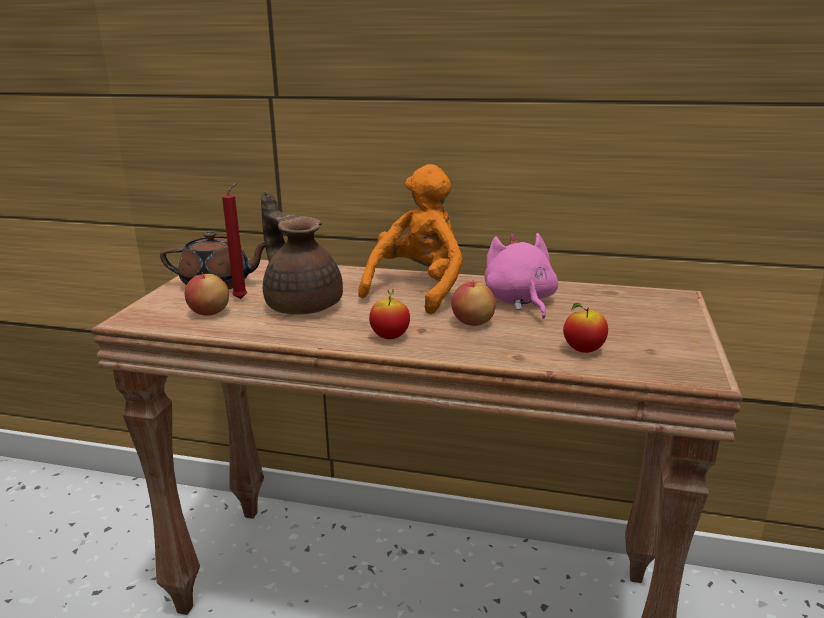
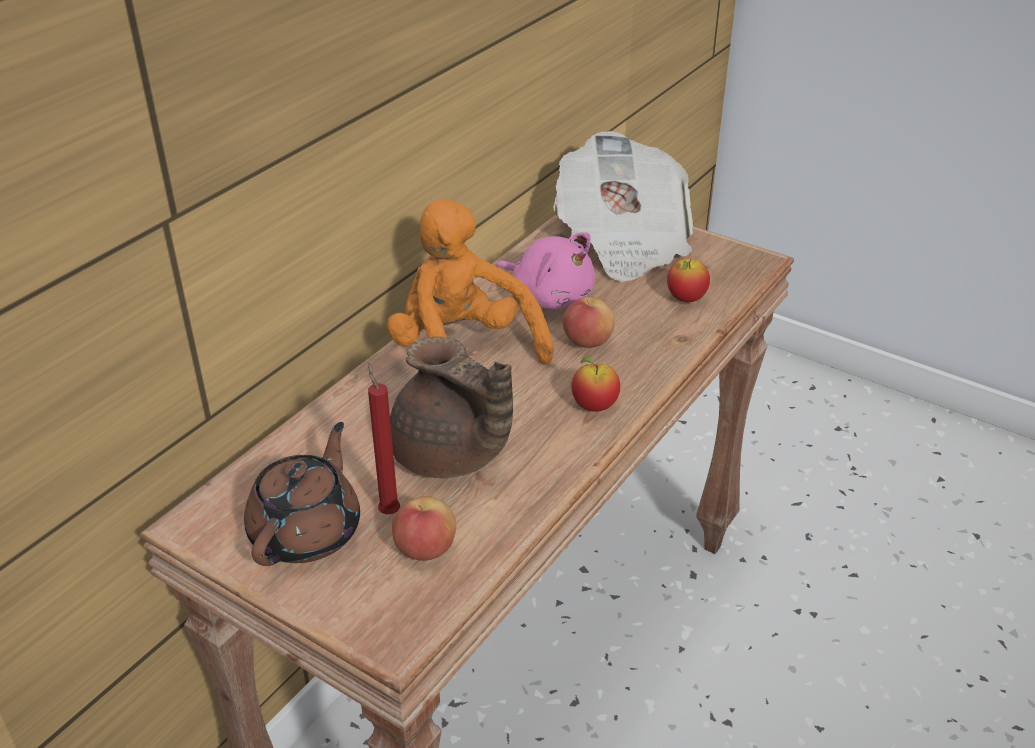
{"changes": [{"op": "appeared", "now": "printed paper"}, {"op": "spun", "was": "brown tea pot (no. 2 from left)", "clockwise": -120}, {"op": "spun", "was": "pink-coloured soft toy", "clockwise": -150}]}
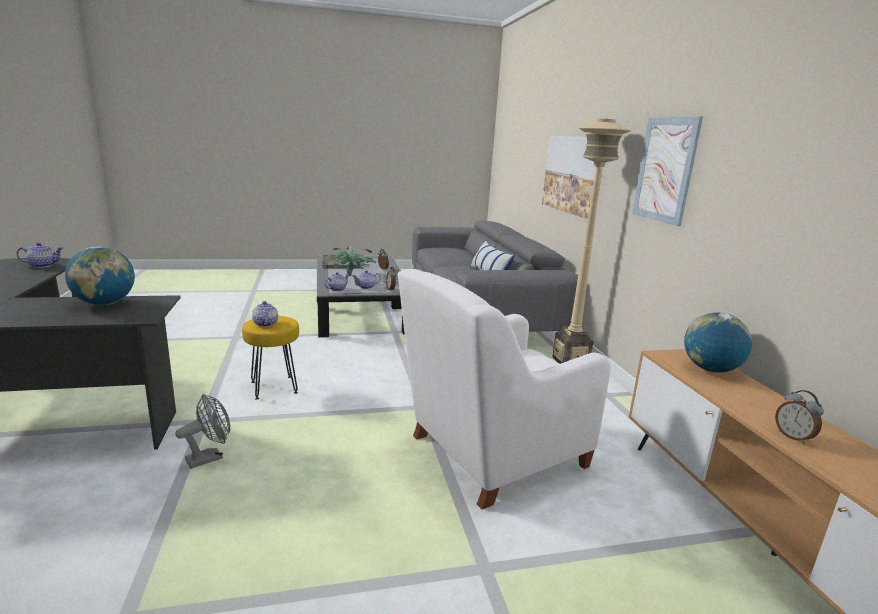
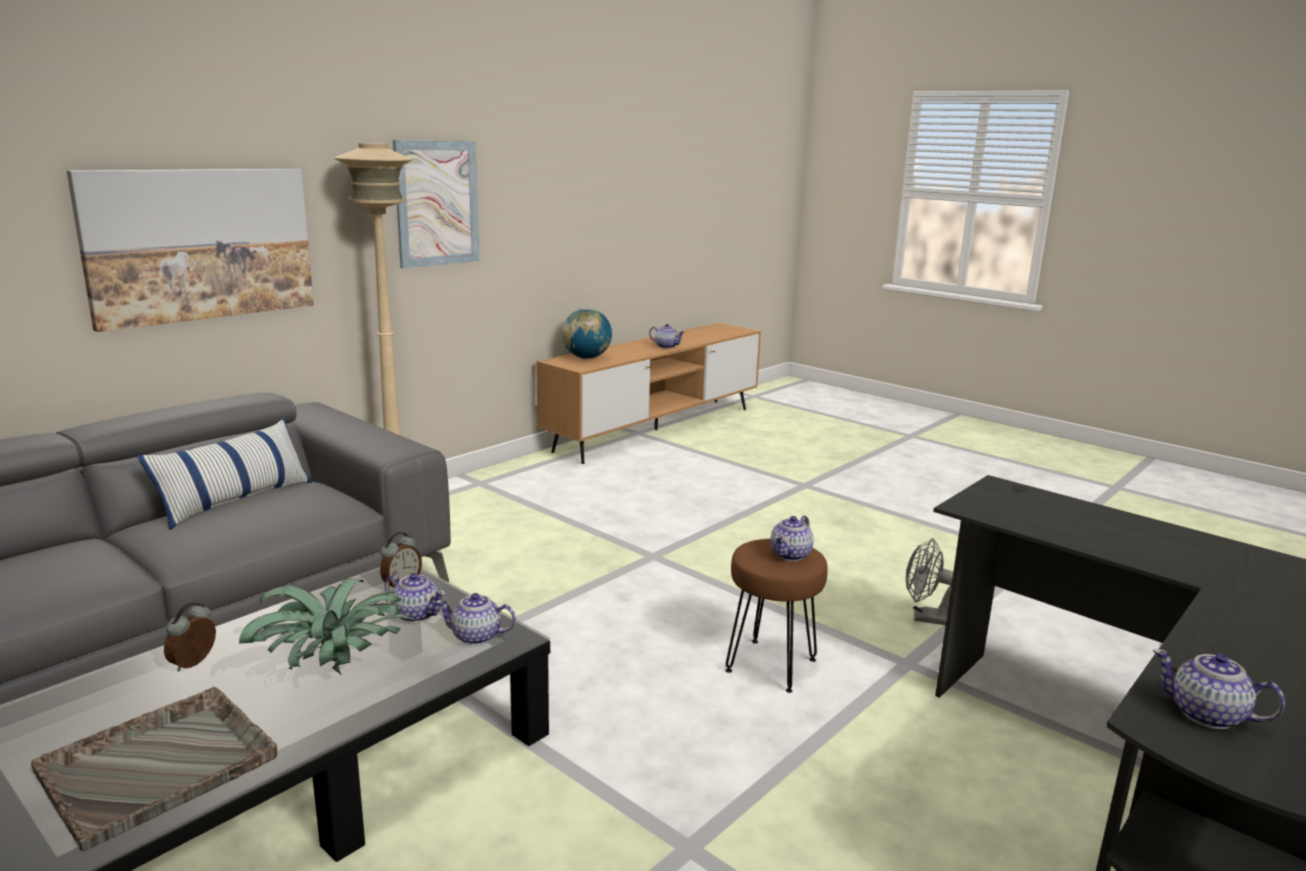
{"changes": [{"op": "missing", "was": "desk globe (no. 1 from left)"}, {"op": "missing", "was": "whitish armchair"}, {"op": "exchanged", "was": "bedside clock (no. 3 from left)", "now": "tea pot (no. 3 from left)"}, {"op": "colour", "was": "yellowish sitting stool", "now": "brown sitting stool"}]}
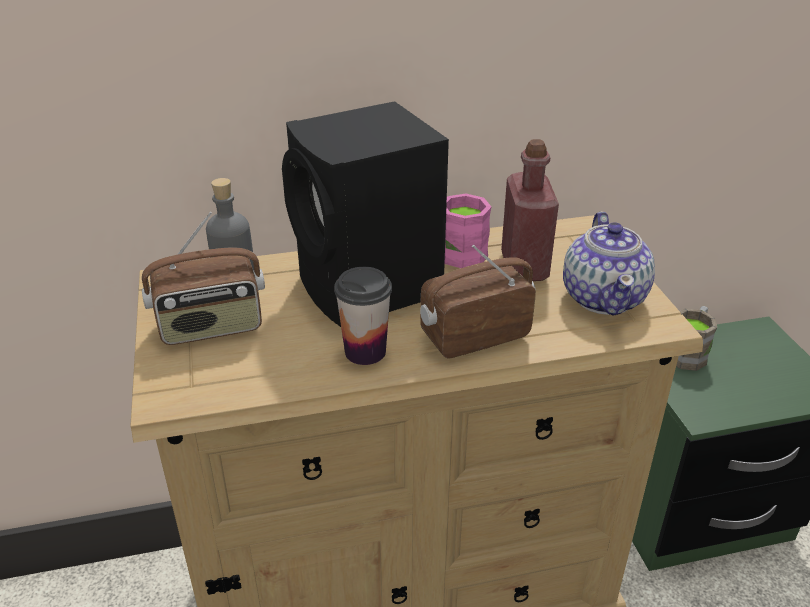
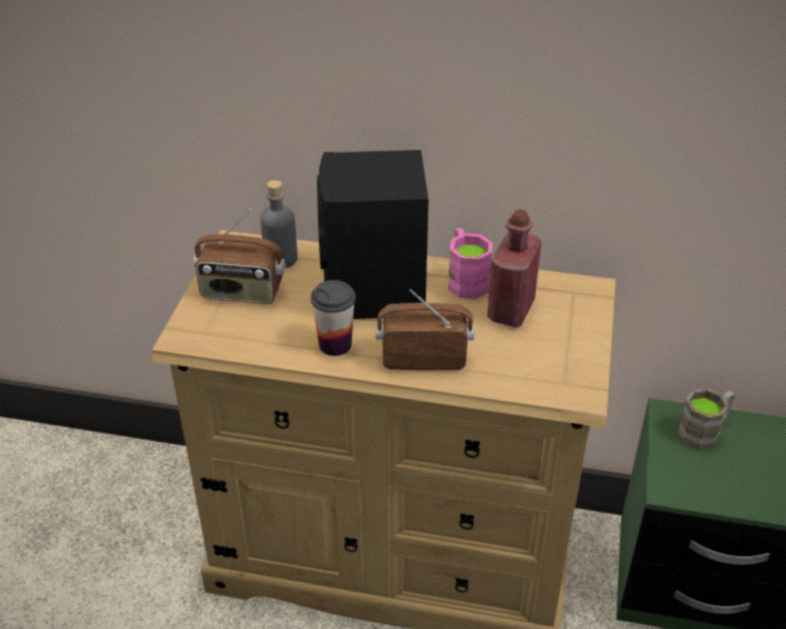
{"changes": [{"op": "missing", "was": "tea pot"}]}
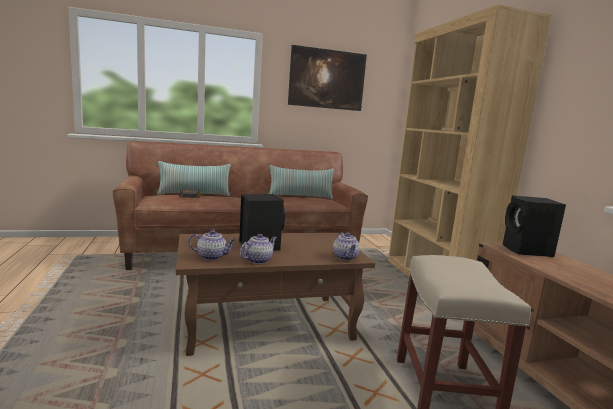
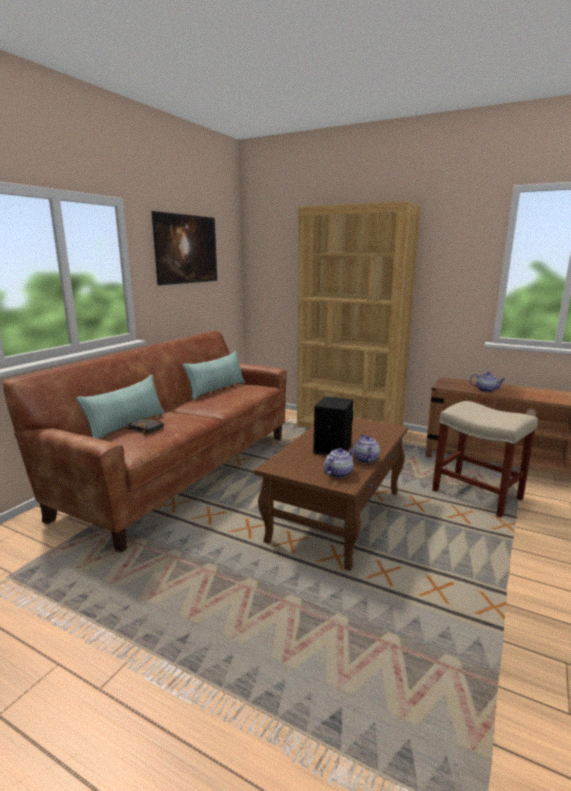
{"changes": [{"op": "missing", "was": "black audio speaker (no. 2 from left)"}, {"op": "relocated", "was": "tea pot (no. 3 from left)"}]}
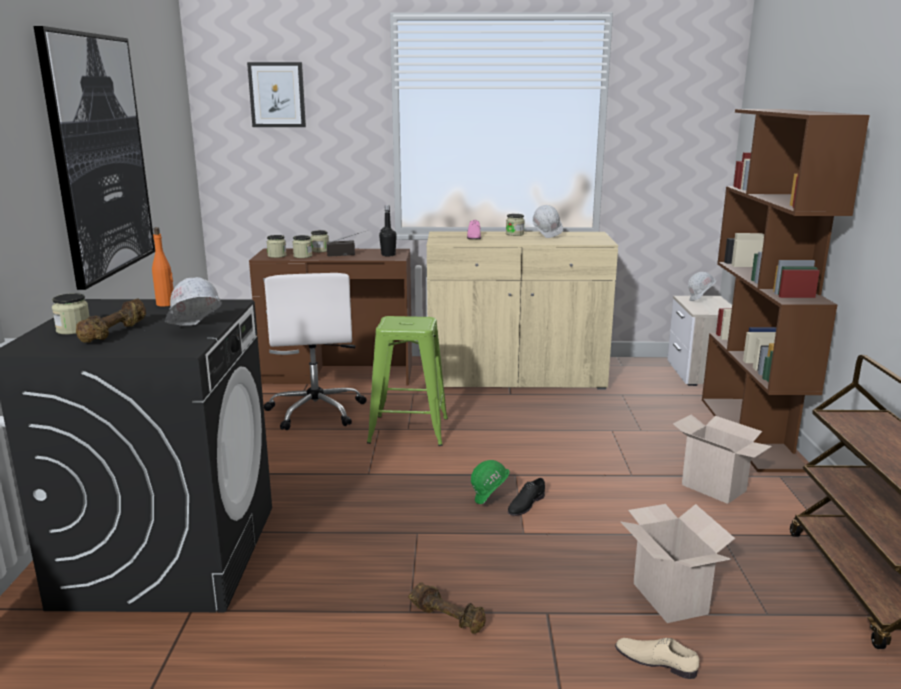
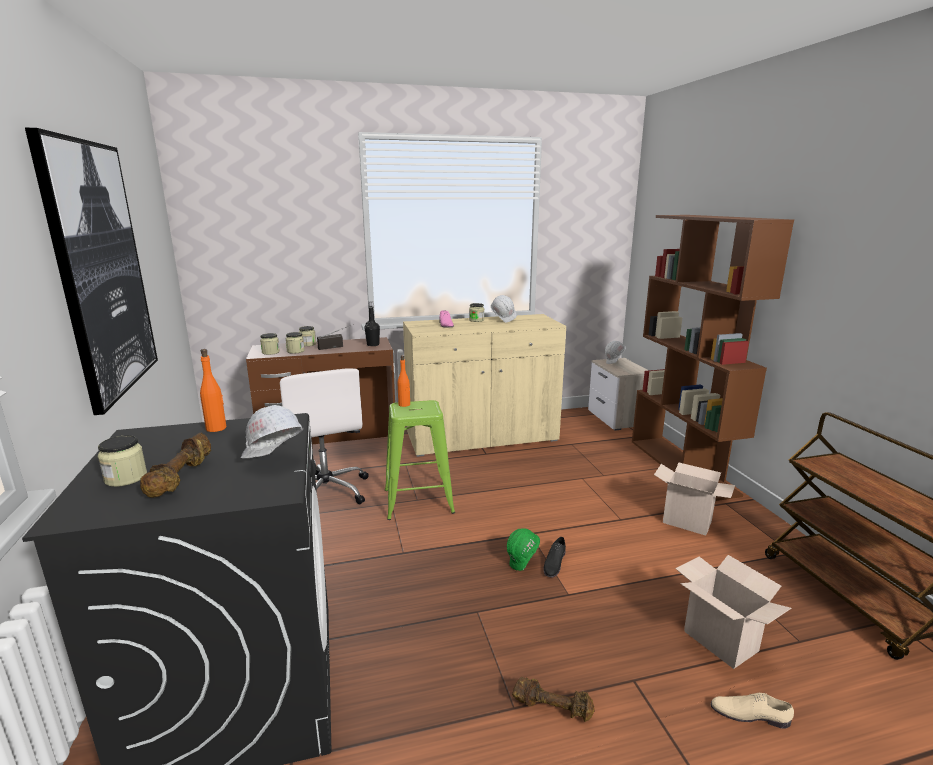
{"changes": [{"op": "missing", "was": "picture (no. 2 from left)"}, {"op": "appeared", "now": "orange-coloured beverage bottle (no. 2 from left)"}]}
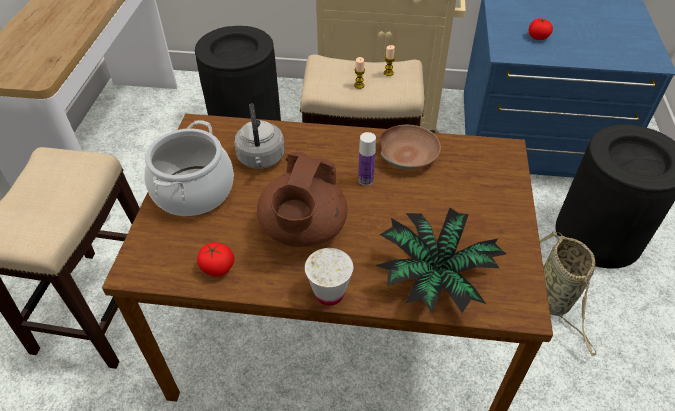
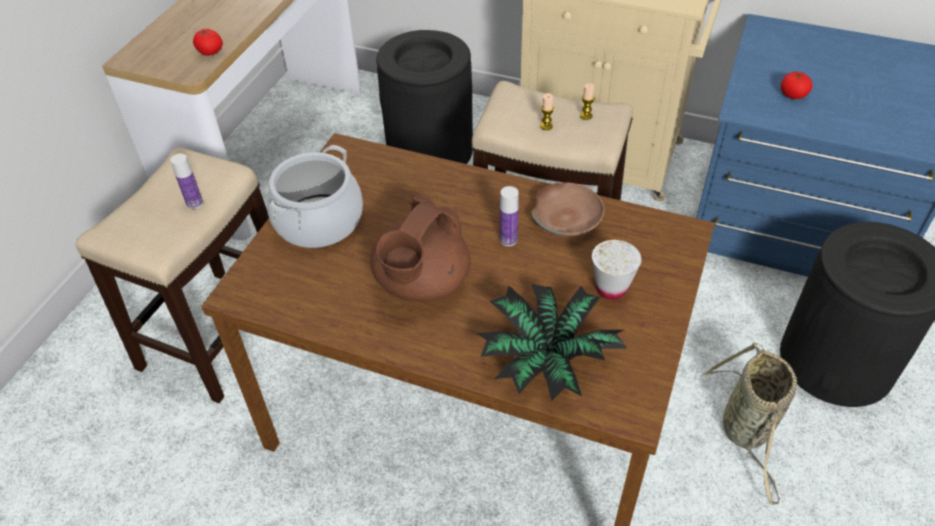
{"changes": [{"op": "missing", "was": "gray tea kettle"}, {"op": "appeared", "now": "beverage bottle (no. 1 from left)"}, {"op": "relocated", "was": "tomato (no. 1 from left)"}, {"op": "relocated", "was": "whitish small cup"}]}
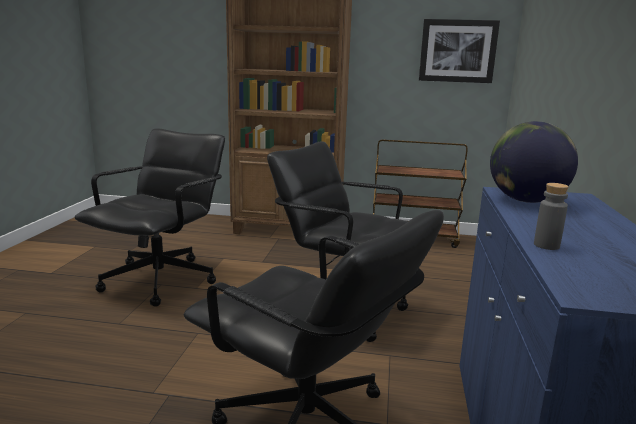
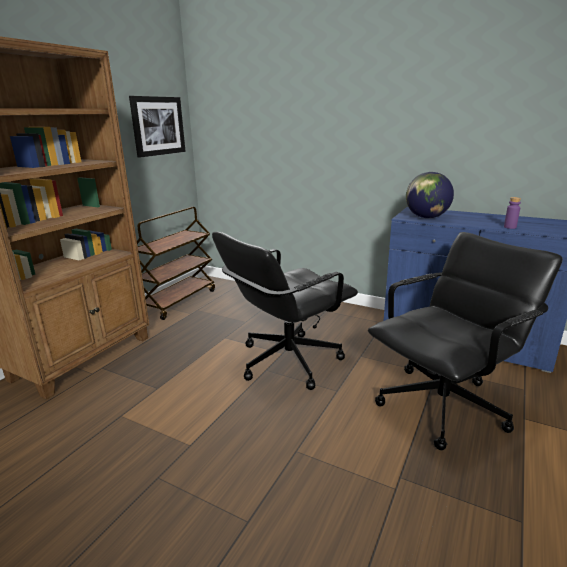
{"changes": [{"op": "missing", "was": "black office chair (no. 1 from left)"}, {"op": "colour", "was": "gray beverage bottle", "now": "purple-coloured beverage bottle"}]}
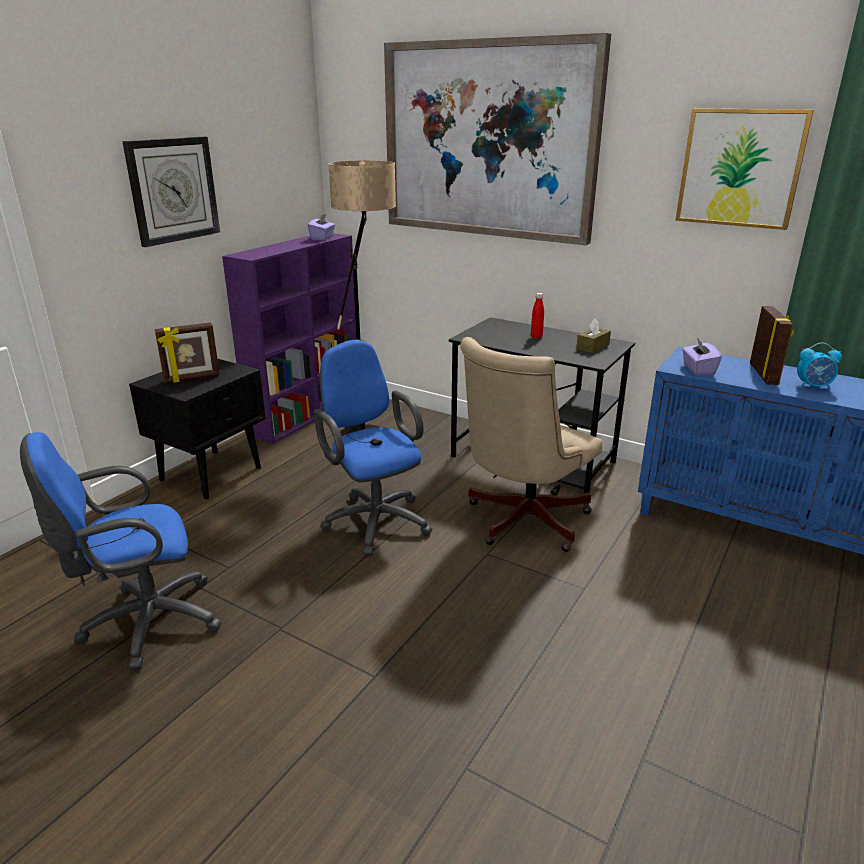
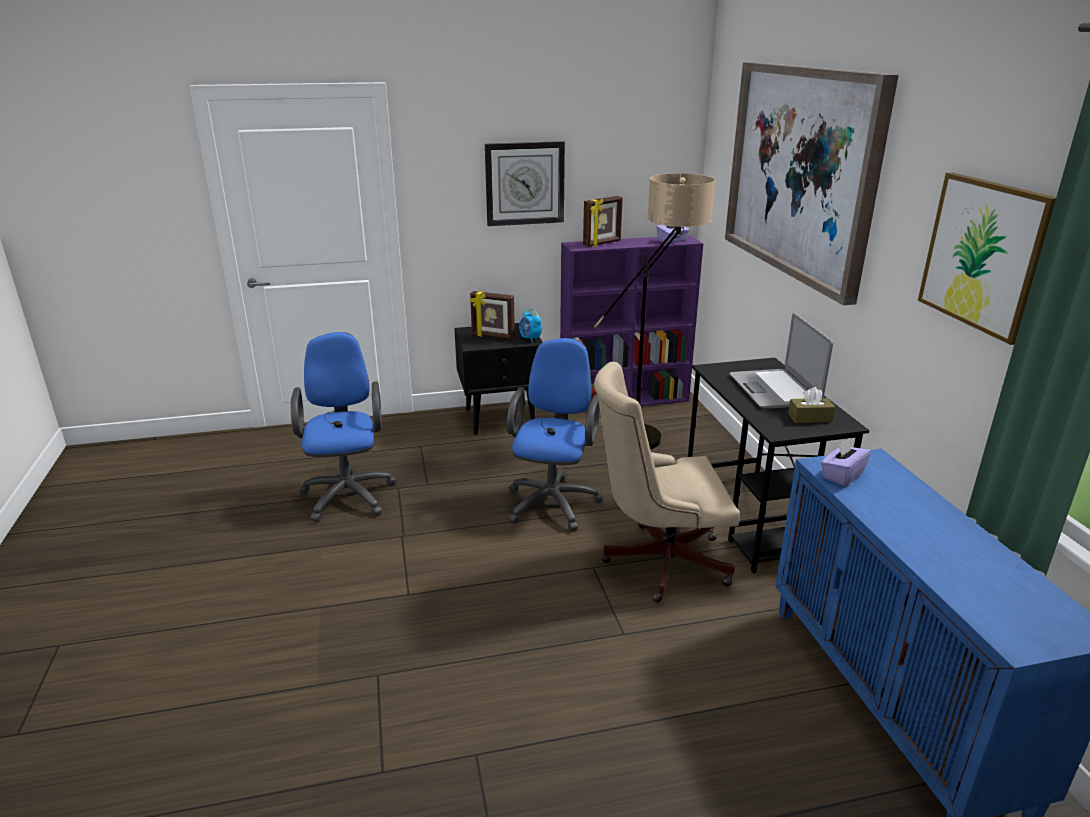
{"changes": [{"op": "relocated", "was": "picture frame (no. 2 from left)"}, {"op": "relocated", "was": "bedside clock"}, {"op": "exchanged", "was": "reddish beverage bottle", "now": "laptop"}, {"op": "spun", "was": "blue office chair (no. 1 from left)", "clockwise": 60}]}
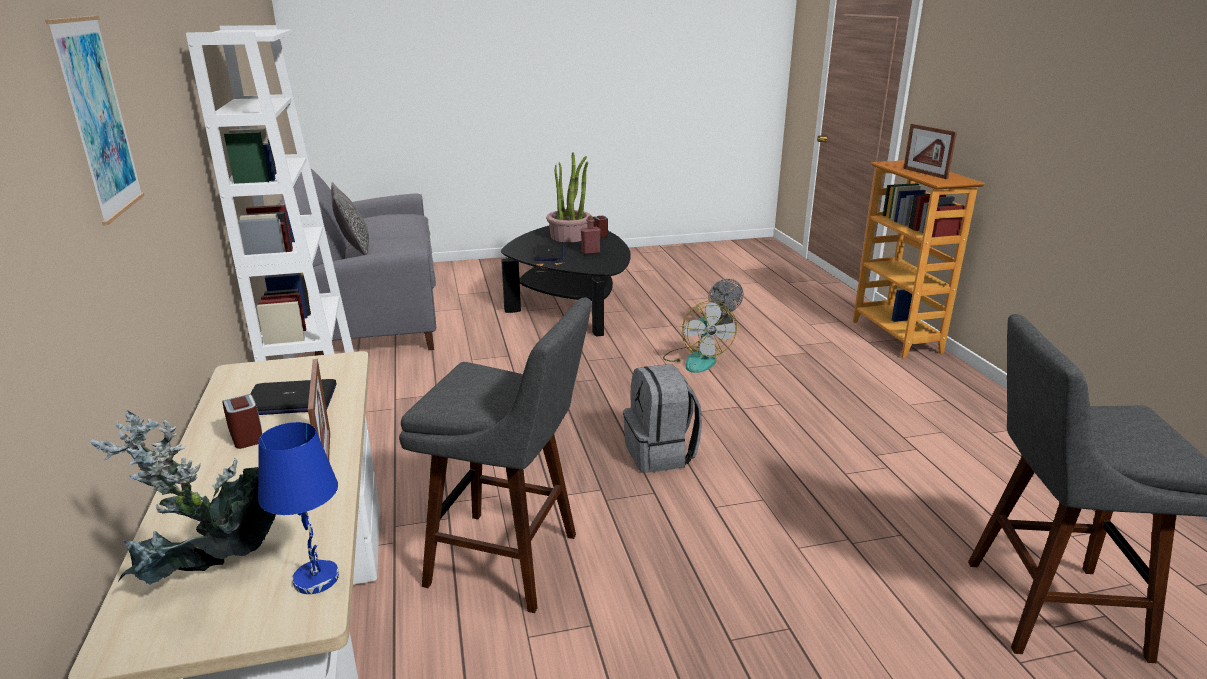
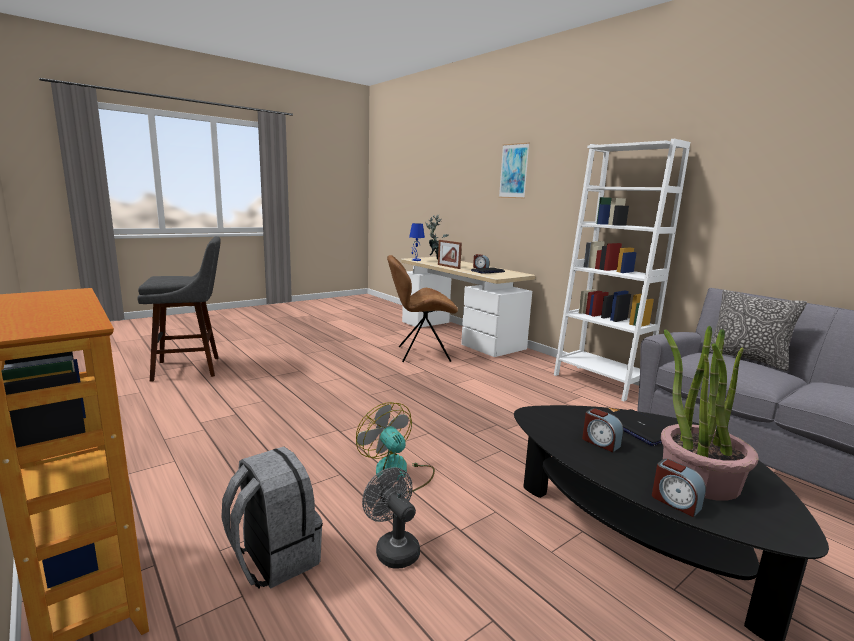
{"changes": [{"op": "missing", "was": "picture frame (no. 2 from left)"}, {"op": "relocated", "was": "gray backpack"}, {"op": "exchanged", "was": "gray sitting stool (no. 1 from left)", "now": "brown chair"}, {"op": "exchanged", "was": "reddish beverage bottle", "now": "bedside clock (no. 2 from left)"}]}
